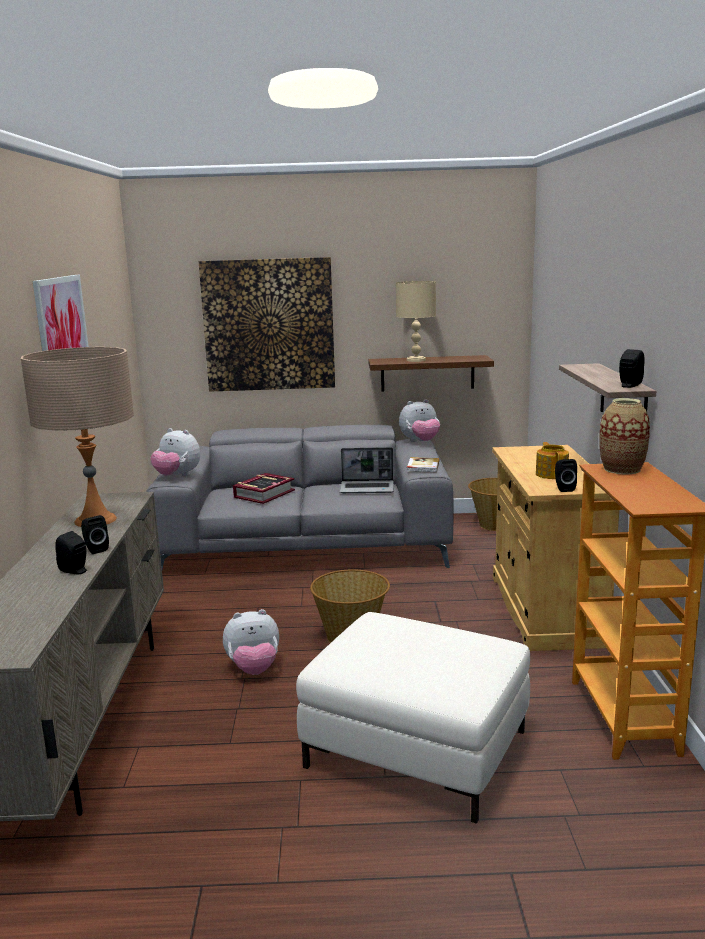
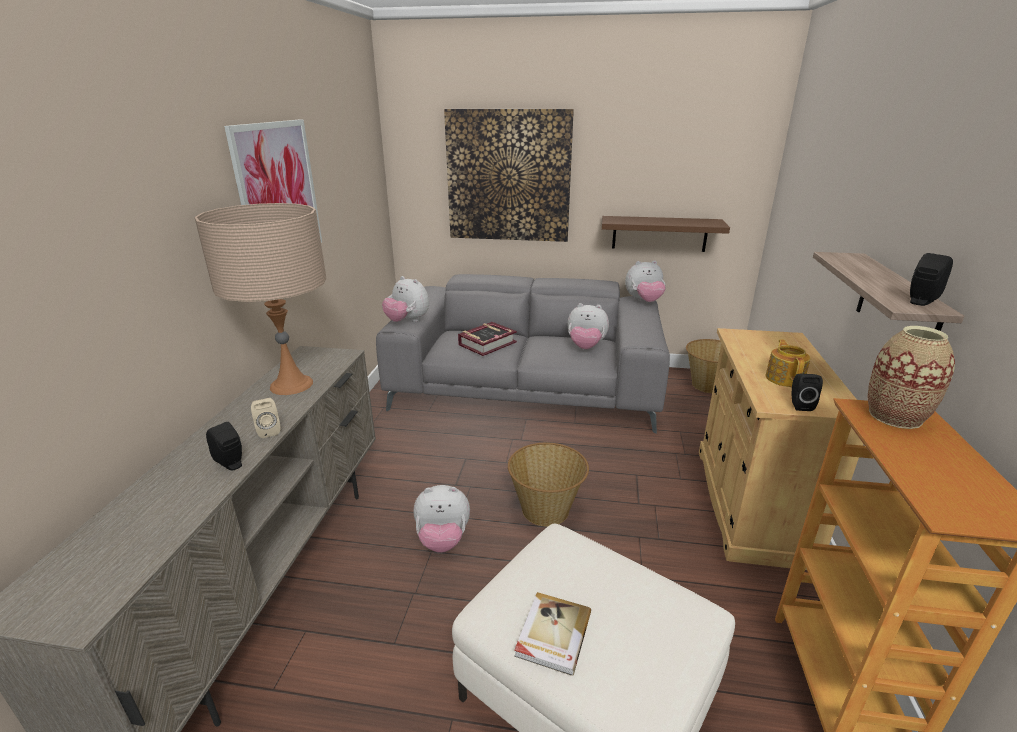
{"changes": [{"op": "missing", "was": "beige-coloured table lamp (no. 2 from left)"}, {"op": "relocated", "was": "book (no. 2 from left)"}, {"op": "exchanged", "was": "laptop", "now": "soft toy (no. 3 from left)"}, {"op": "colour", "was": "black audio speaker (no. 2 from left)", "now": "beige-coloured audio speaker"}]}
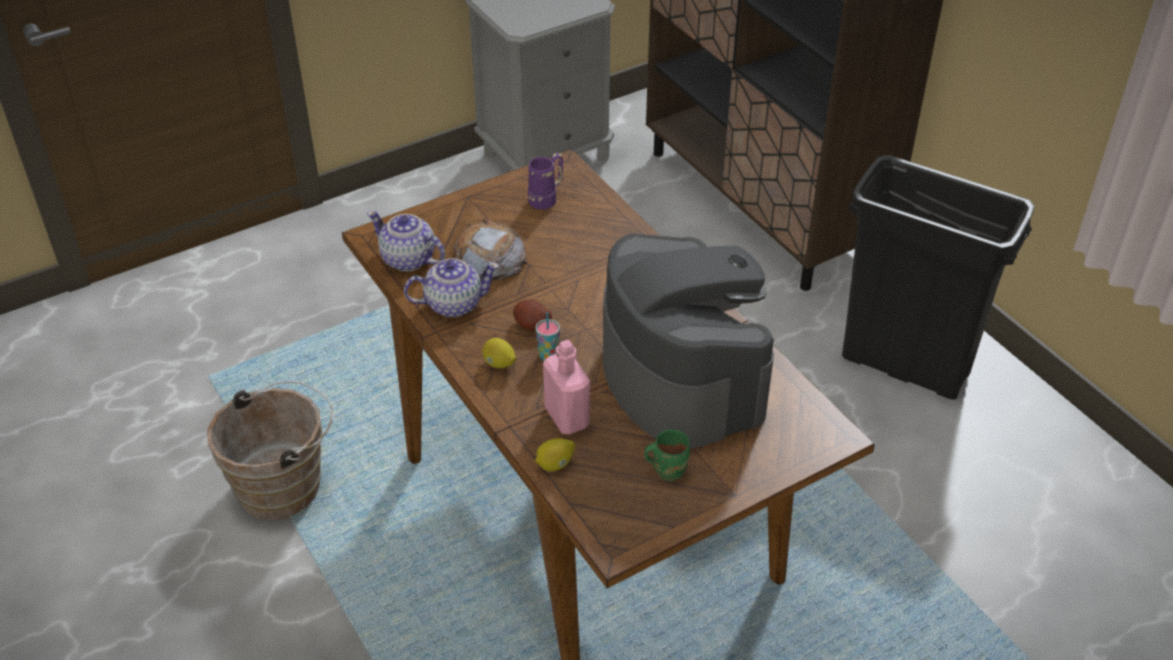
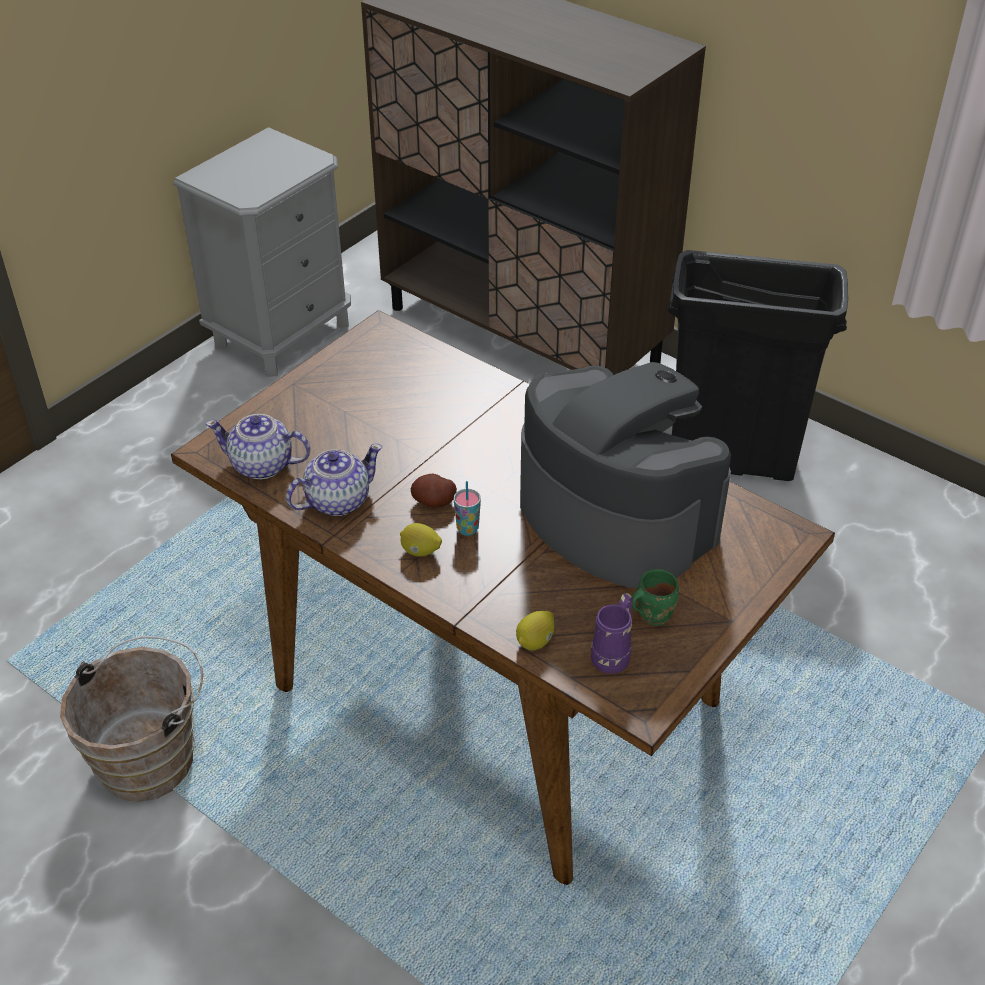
{"changes": [{"op": "missing", "was": "baked bread"}, {"op": "missing", "was": "pink-coloured beverage bottle"}, {"op": "relocated", "was": "purple-coloured coffee mug"}]}
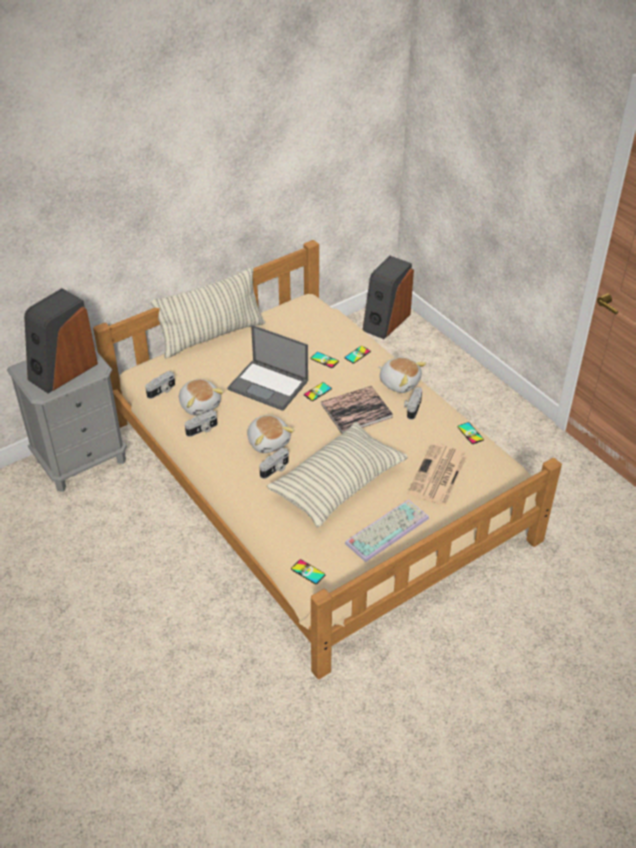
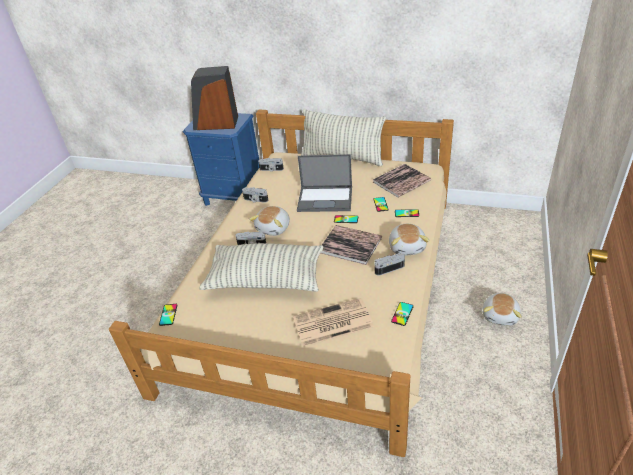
{"changes": [{"op": "missing", "was": "PC keyboard"}, {"op": "missing", "was": "audio speaker (no. 2 from left)"}, {"op": "appeared", "now": "book (no. 2 from left)"}, {"op": "relocated", "was": "soft toy (no. 1 from left in the first image)", "now": "soft toy (no. 3 from left)"}, {"op": "colour", "was": "gray night table", "now": "blue night table"}, {"op": "spun", "was": "laptop", "clockwise": -75}]}
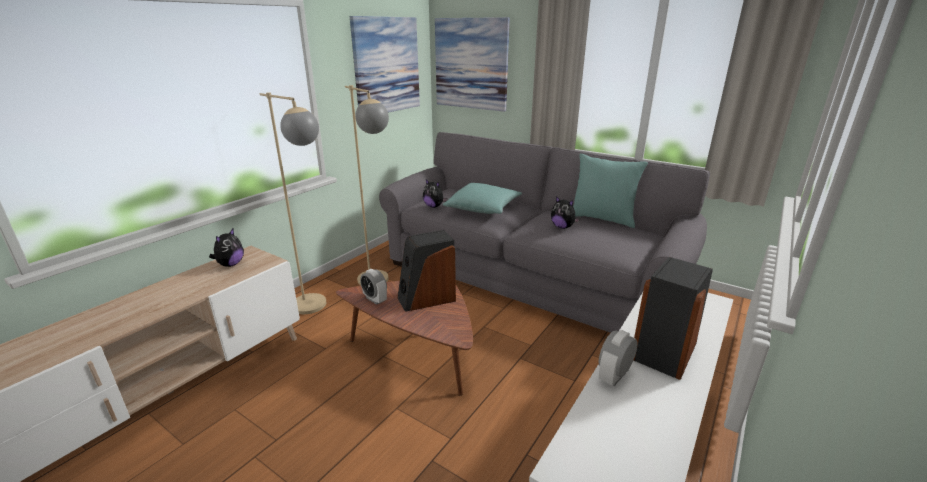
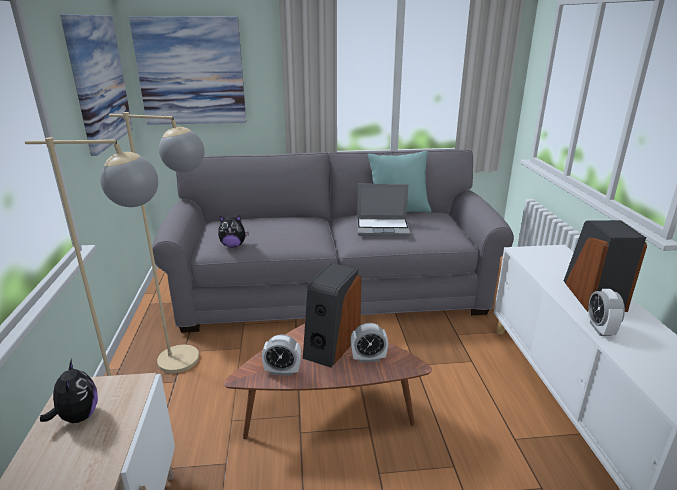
{"changes": [{"op": "missing", "was": "turquoise-coloured pillow (no. 1 from left)"}, {"op": "appeared", "now": "bedside clock (no. 2 from left)"}, {"op": "exchanged", "was": "soft toy (no. 3 from left)", "now": "laptop"}]}
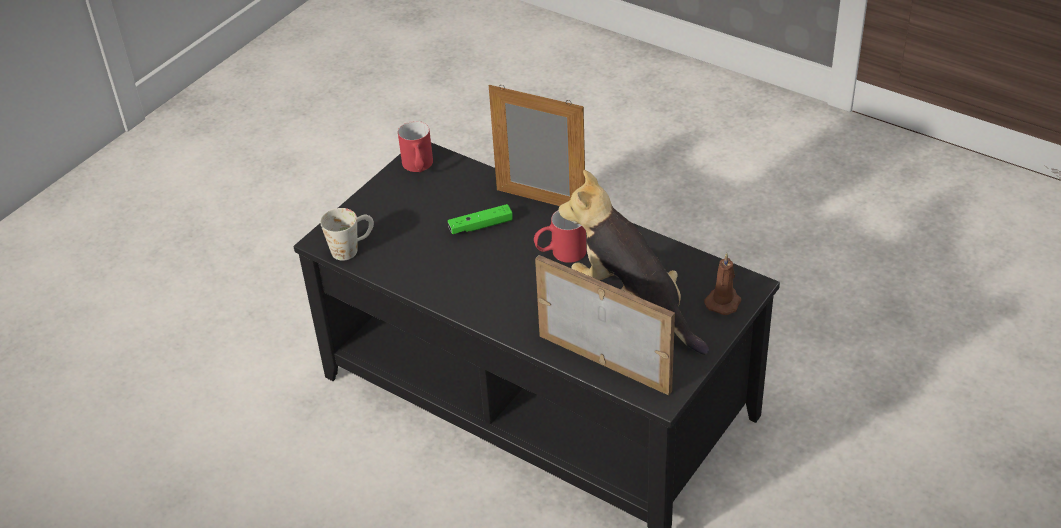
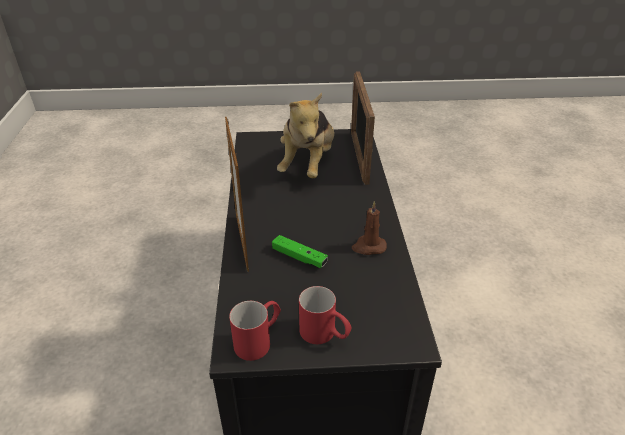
{"changes": [{"op": "missing", "was": "whitish coffee mug"}, {"op": "relocated", "was": "reddish coffee mug (no. 2 from left)"}, {"op": "relocated", "was": "brown wax candle"}]}
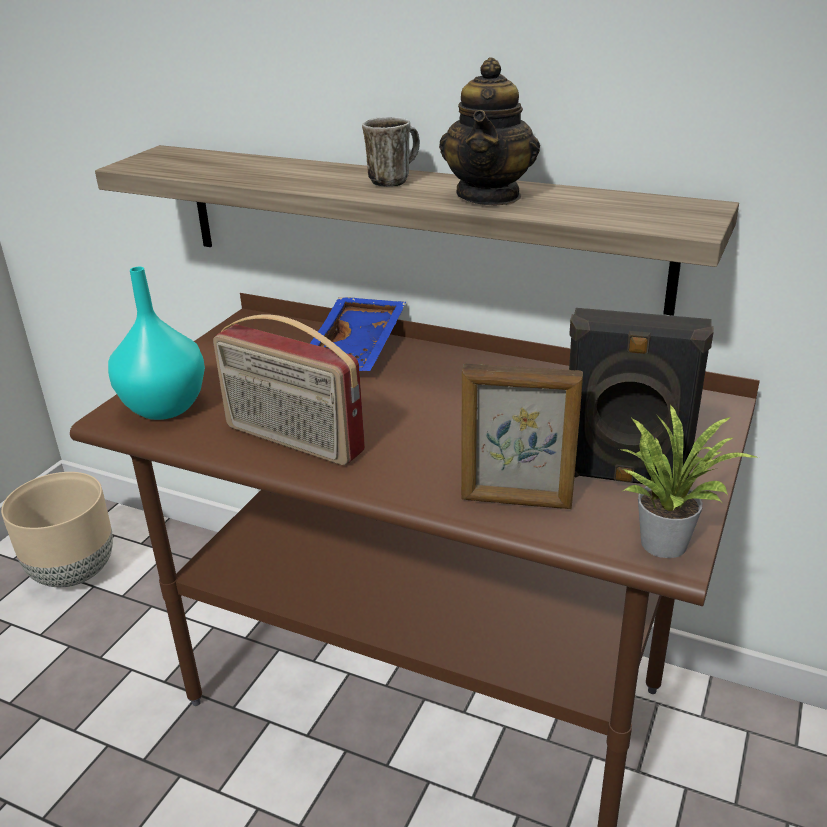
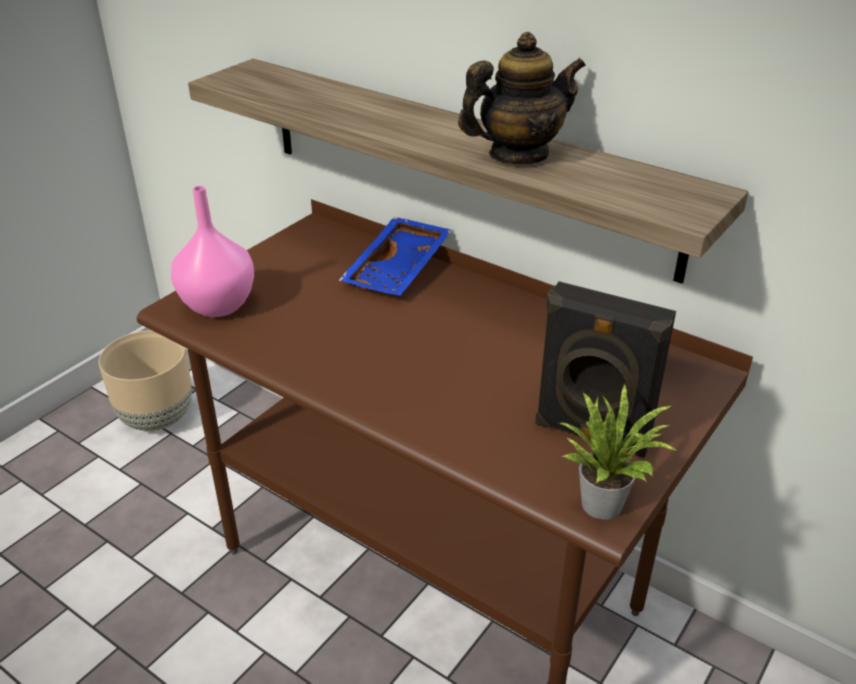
{"changes": [{"op": "missing", "was": "radio"}, {"op": "missing", "was": "coffee mug"}, {"op": "missing", "was": "picture frame"}, {"op": "colour", "was": "turquoise-coloured vase", "now": "pink-coloured vase"}, {"op": "spun", "was": "tea pot", "clockwise": -135}]}
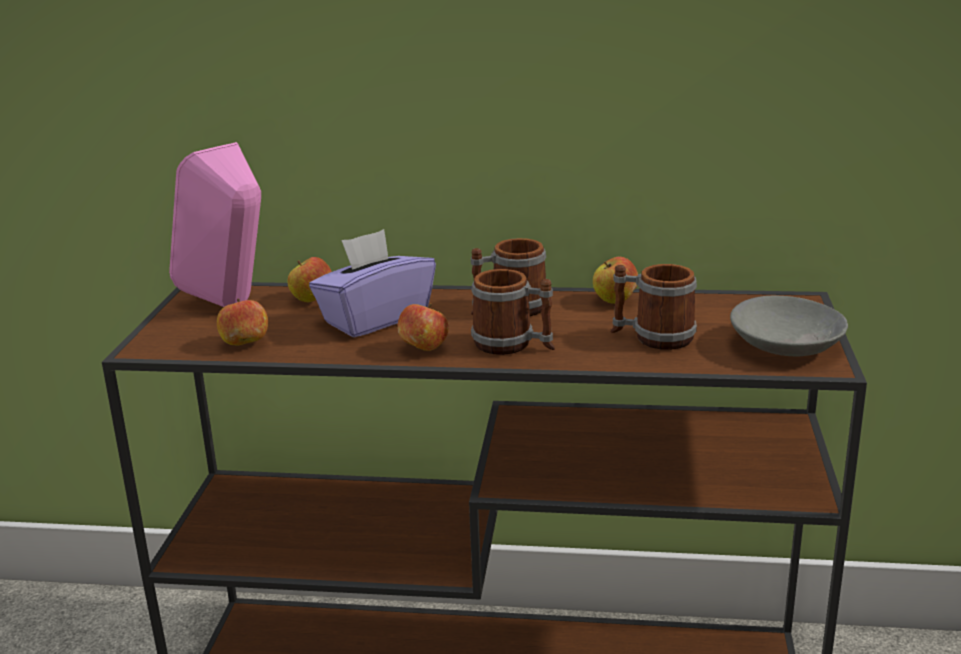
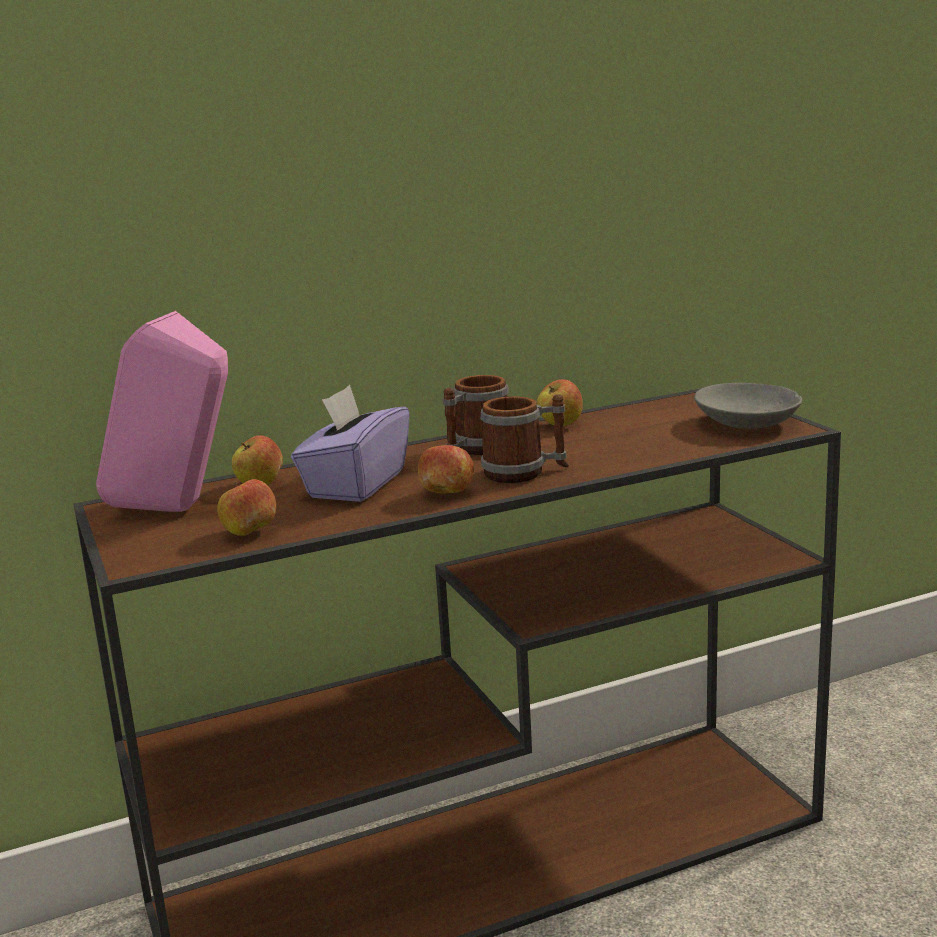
{"changes": [{"op": "missing", "was": "coffee mug (no. 3 from left)"}]}
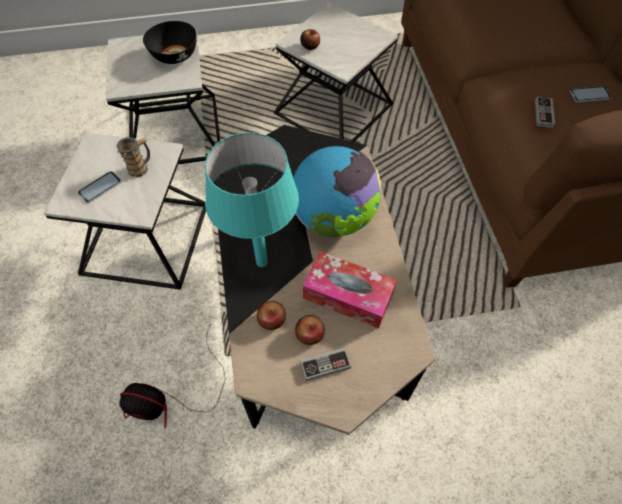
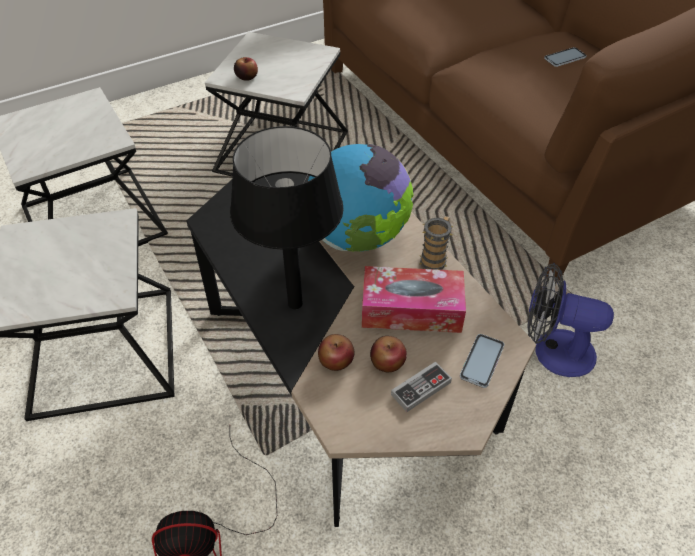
{"changes": [{"op": "missing", "was": "black deep dish"}, {"op": "missing", "was": "joypad (no. 2 from left)"}, {"op": "appeared", "now": "electric fan (no. 2 from left)"}, {"op": "relocated", "was": "handset (no. 1 from left)"}, {"op": "relocated", "was": "coffee mug"}, {"op": "colour", "was": "turquoise-coloured table lamp", "now": "black table lamp"}]}
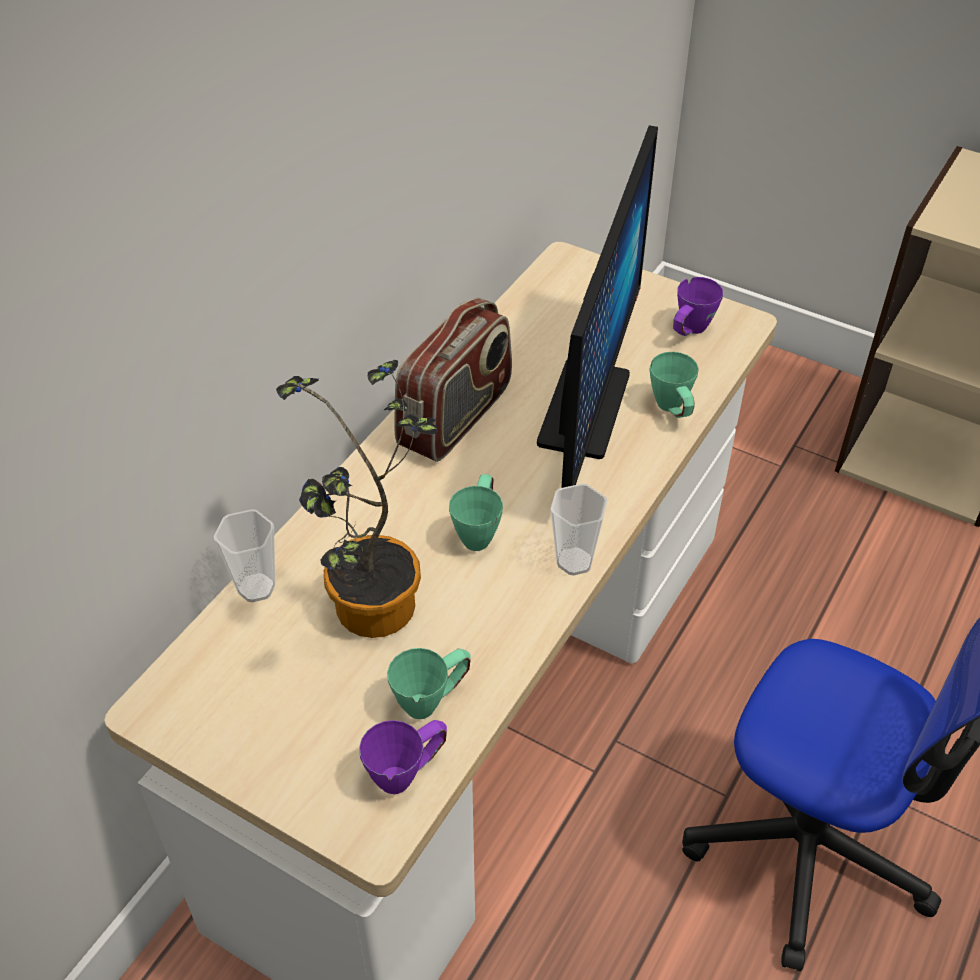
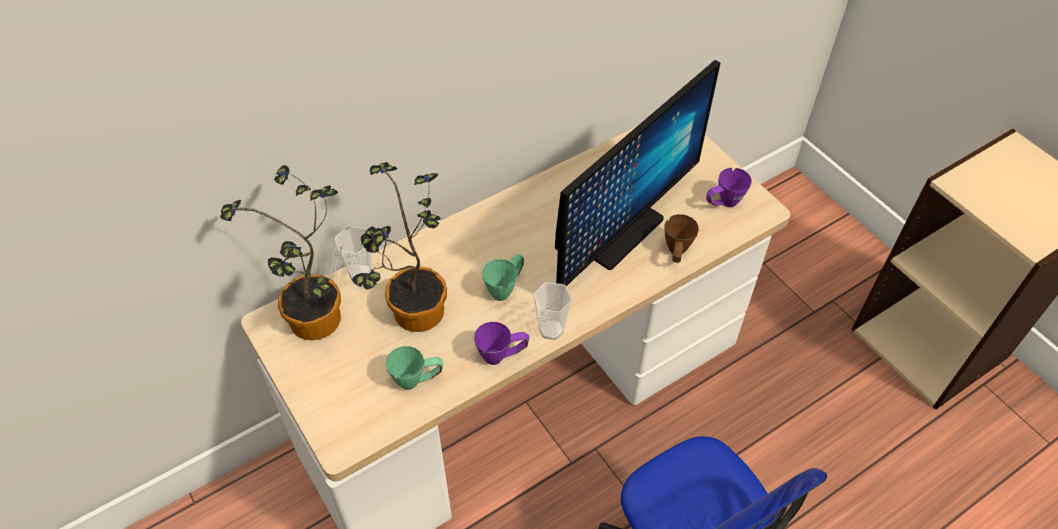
{"changes": [{"op": "missing", "was": "radio"}, {"op": "appeared", "now": "plant in a pot (no. 1 from left)"}, {"op": "relocated", "was": "purple-coloured coffee mug (no. 1 from left)"}, {"op": "colour", "was": "green coffee mug (no. 3 from left)", "now": "brown coffee mug"}]}
